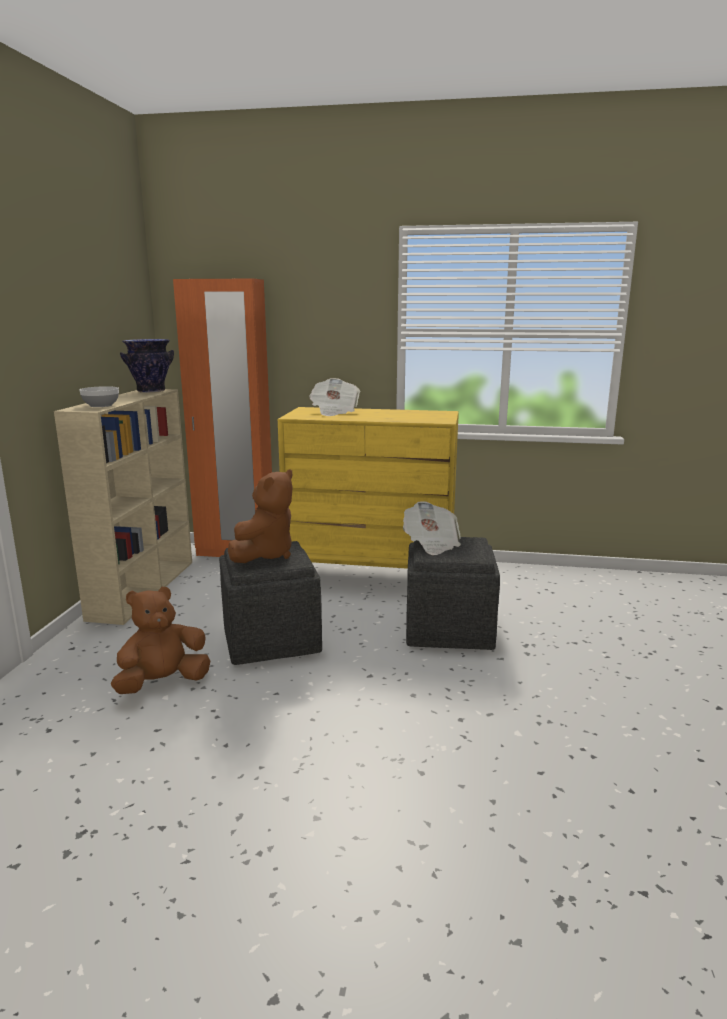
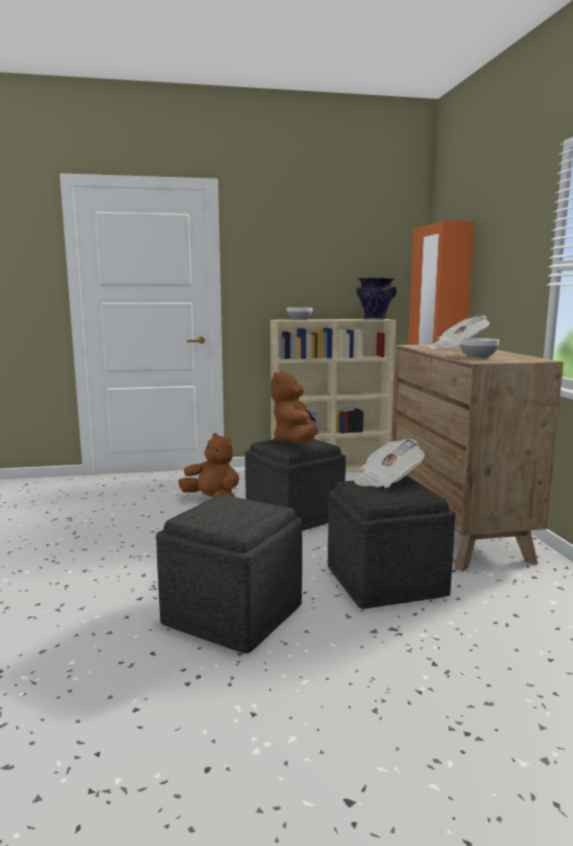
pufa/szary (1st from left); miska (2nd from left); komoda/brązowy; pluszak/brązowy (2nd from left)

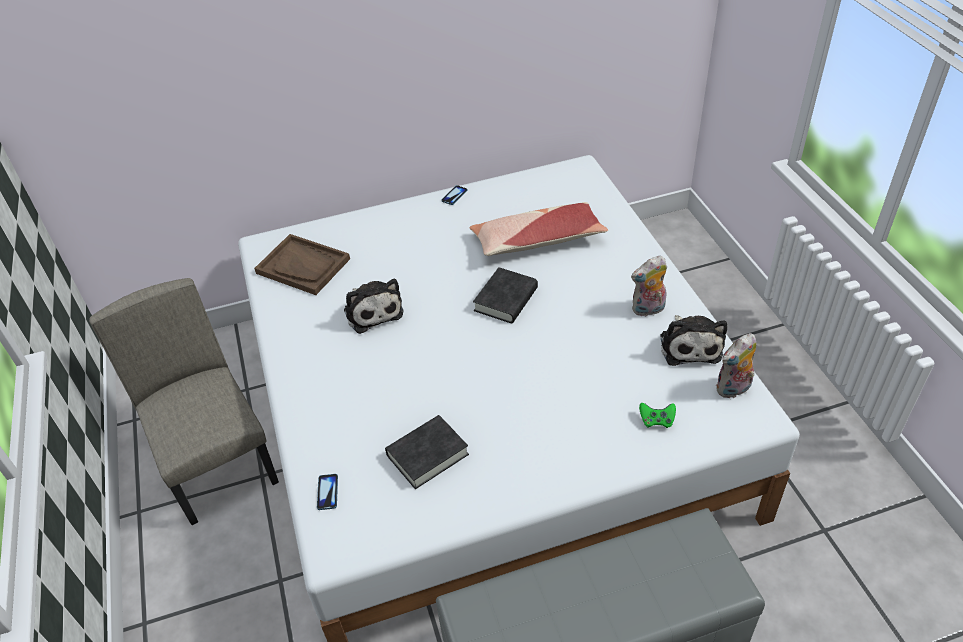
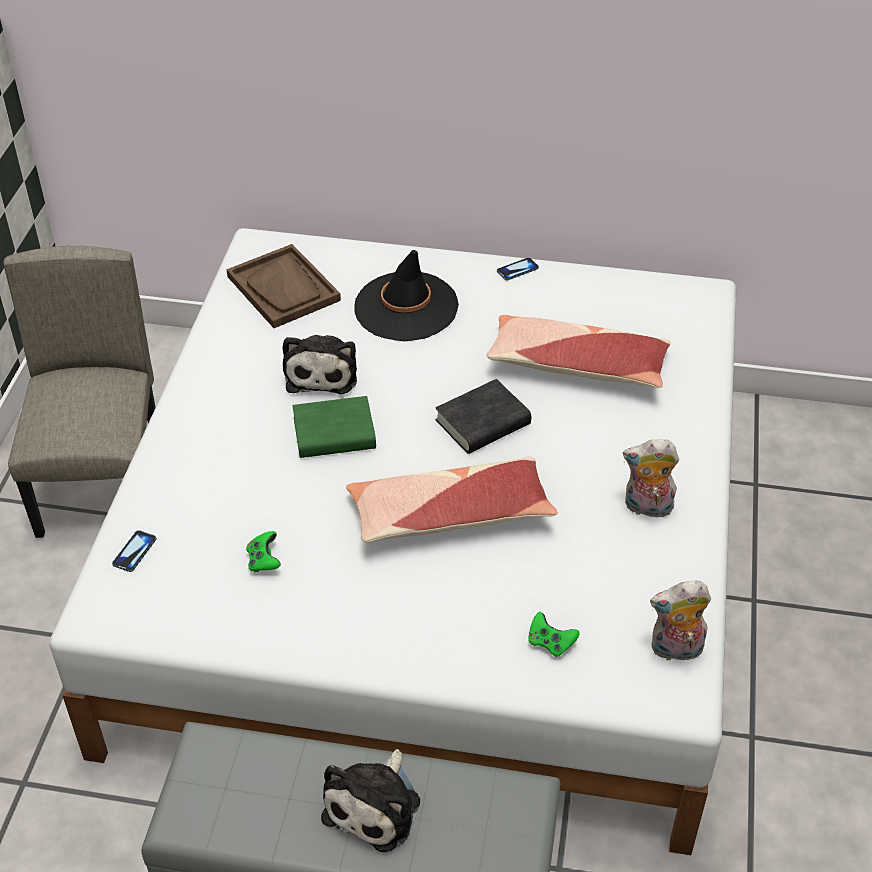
książka/zielony; poduszka (1st from left); kapelusz/czarny; pluszak (2nd from left); pad do gier/zielony (1st from left)

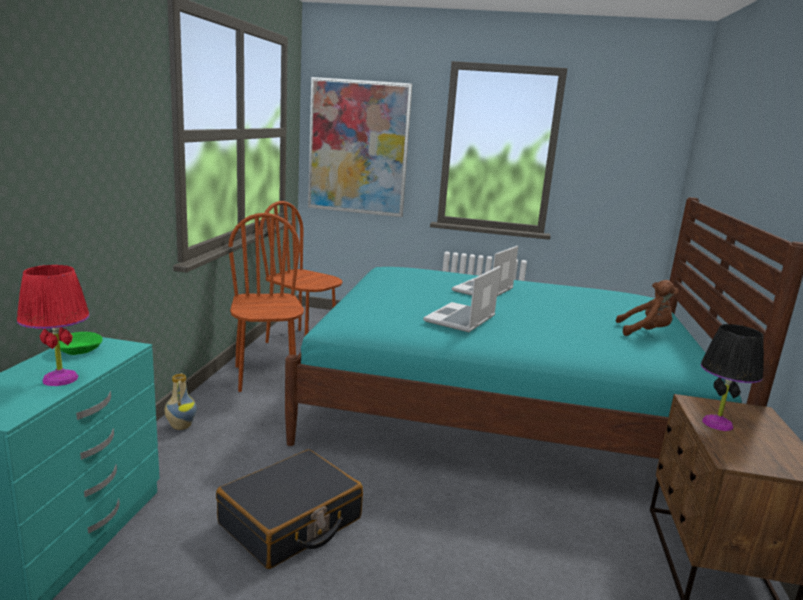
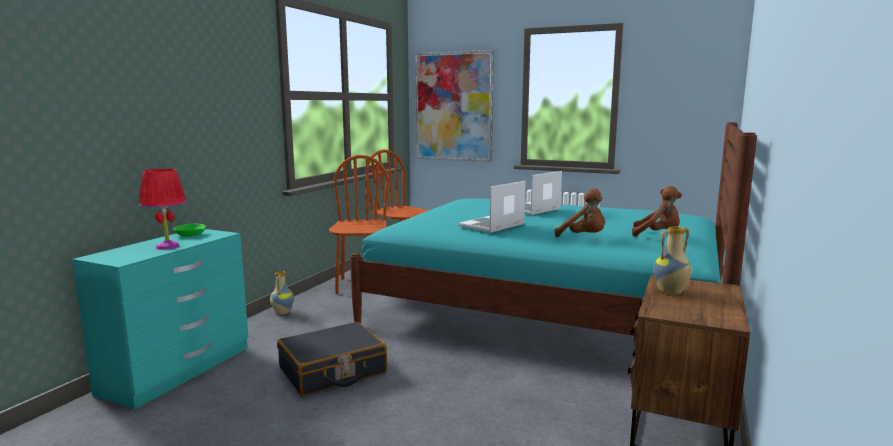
pluszak/brązowy (1st from left); wazon (2nd from left)

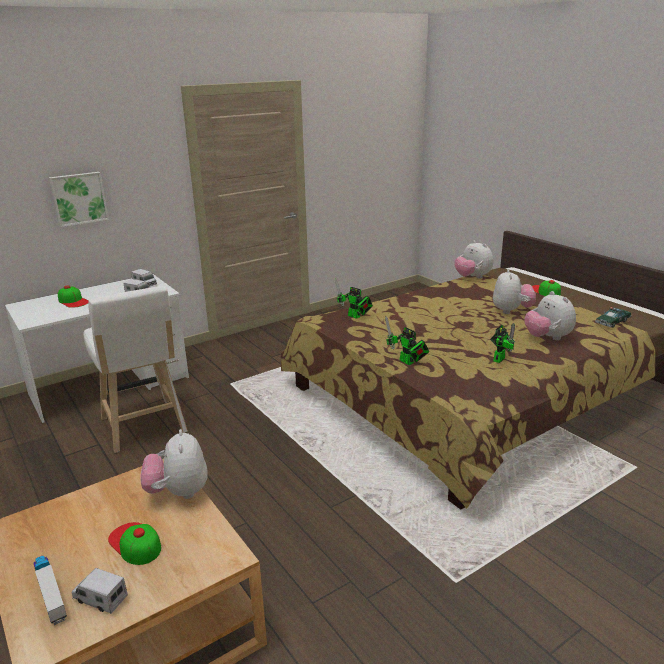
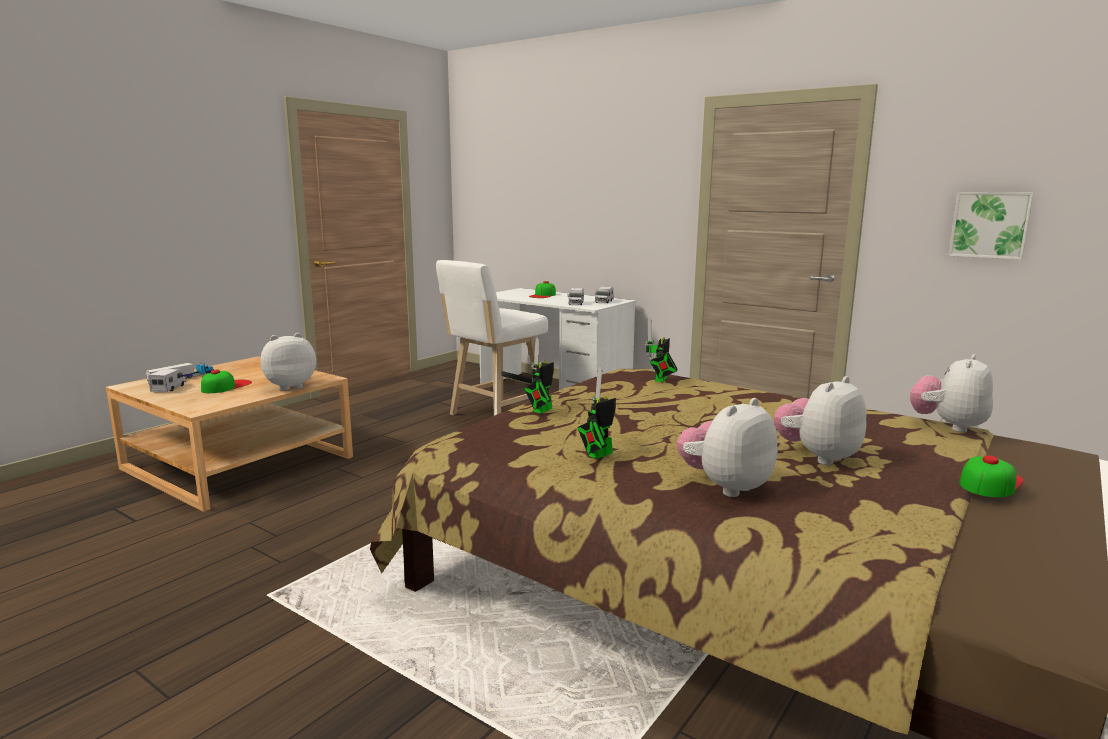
samochodzik; obraz; robot zabawkowy (2nd from left); pluszak (3rd from left)

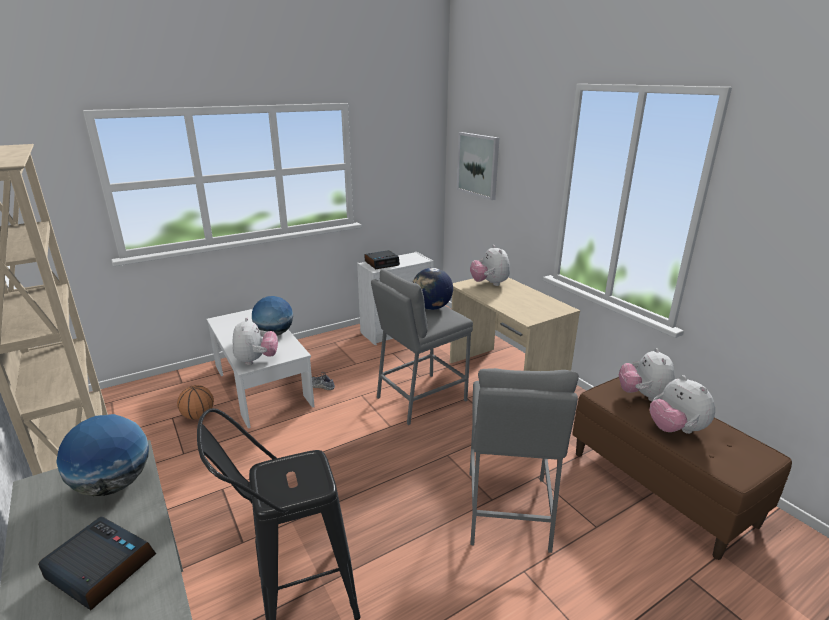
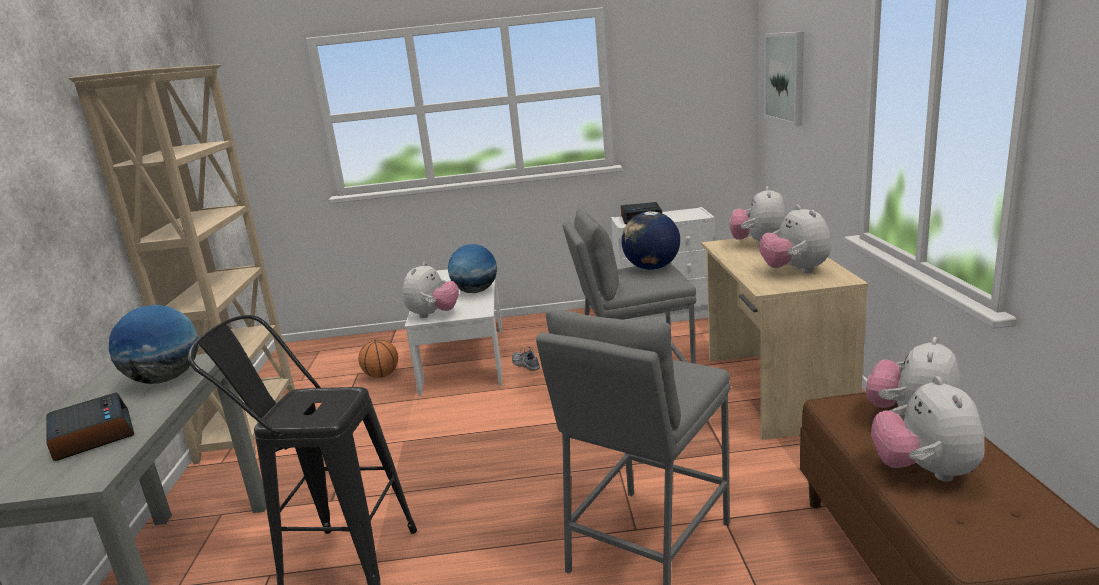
pluszak (3rd from left)

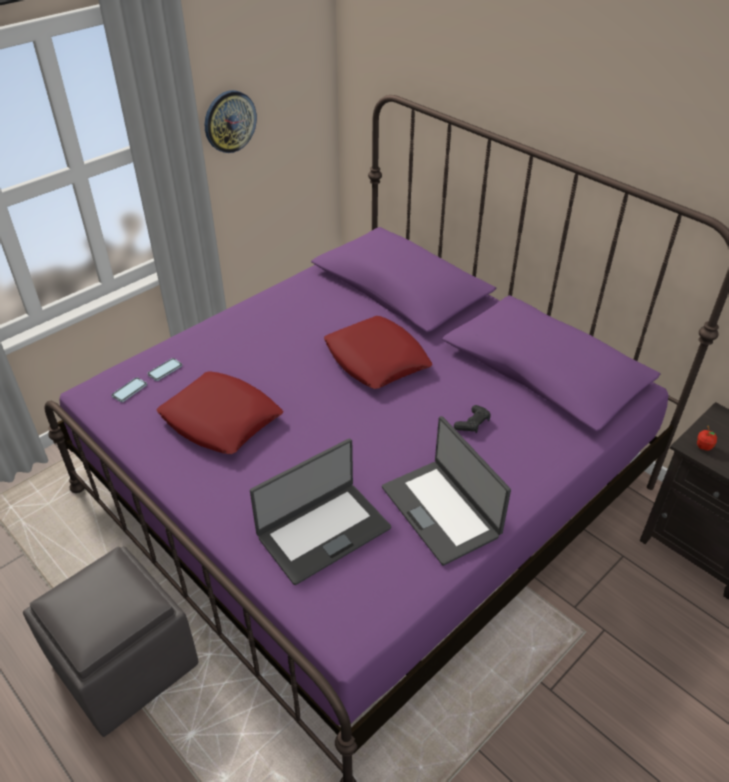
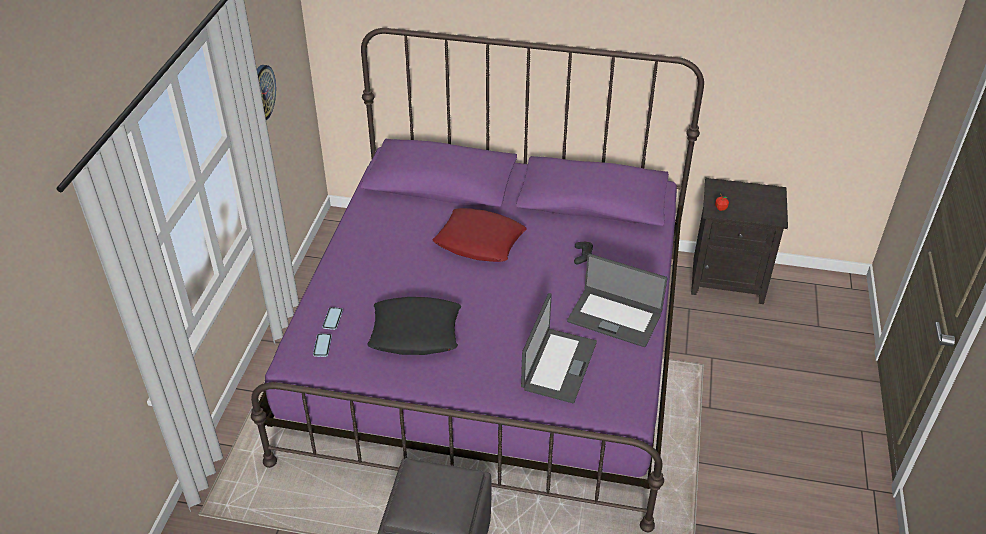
poduszka/czarny

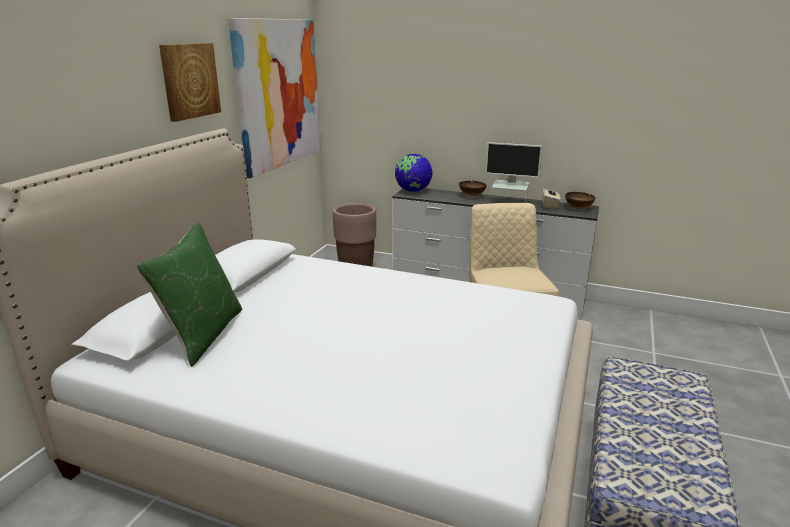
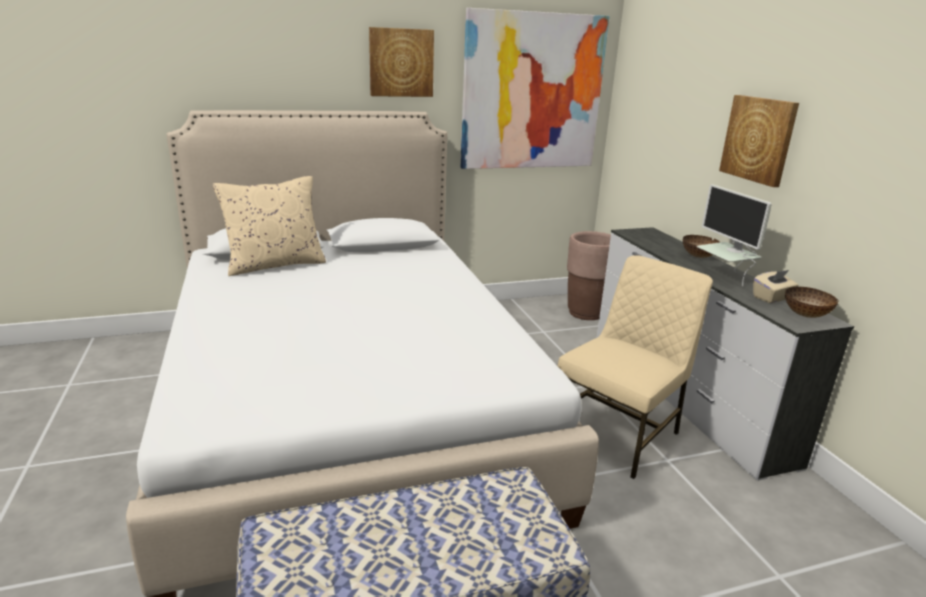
globus; obraz (3rd from left); poduszka/beżowy

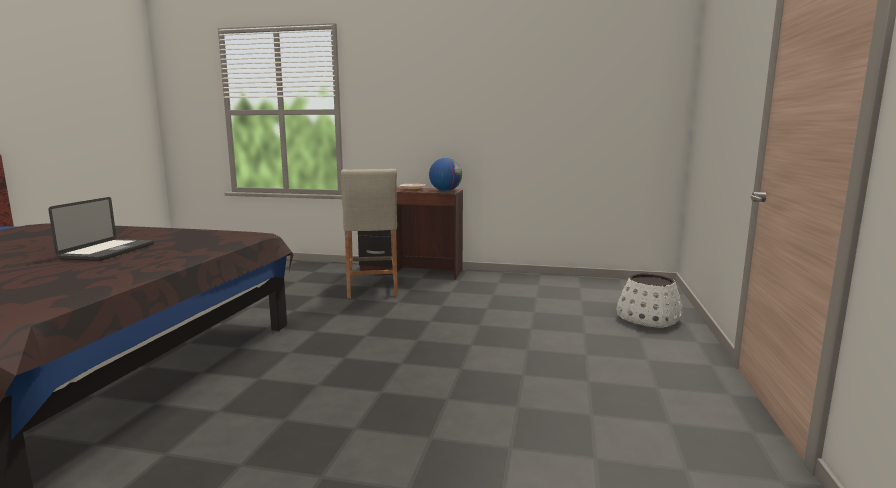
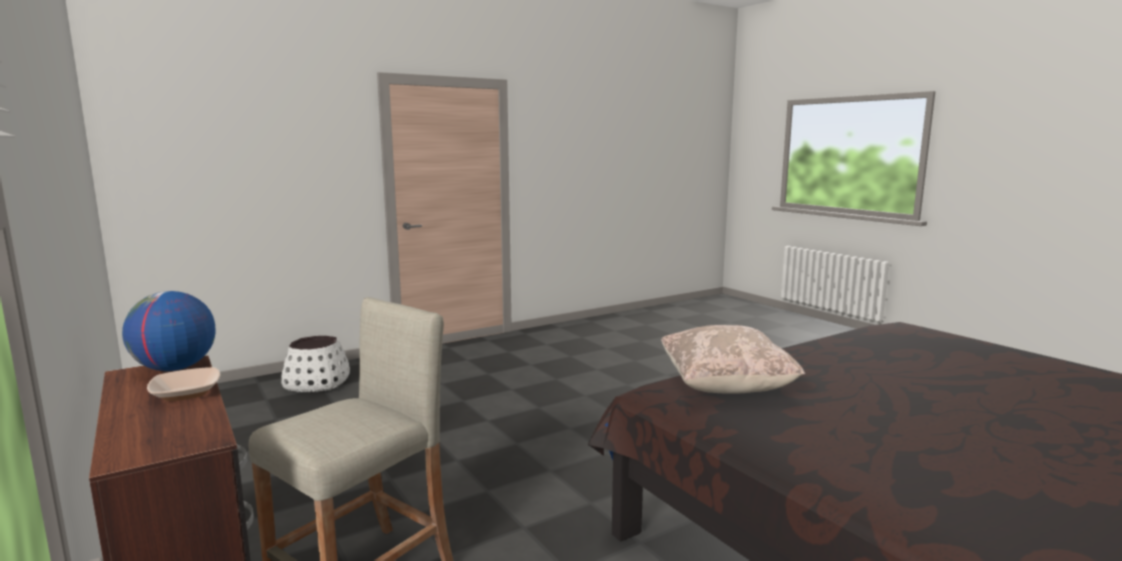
laptop; poduszka/beżowy

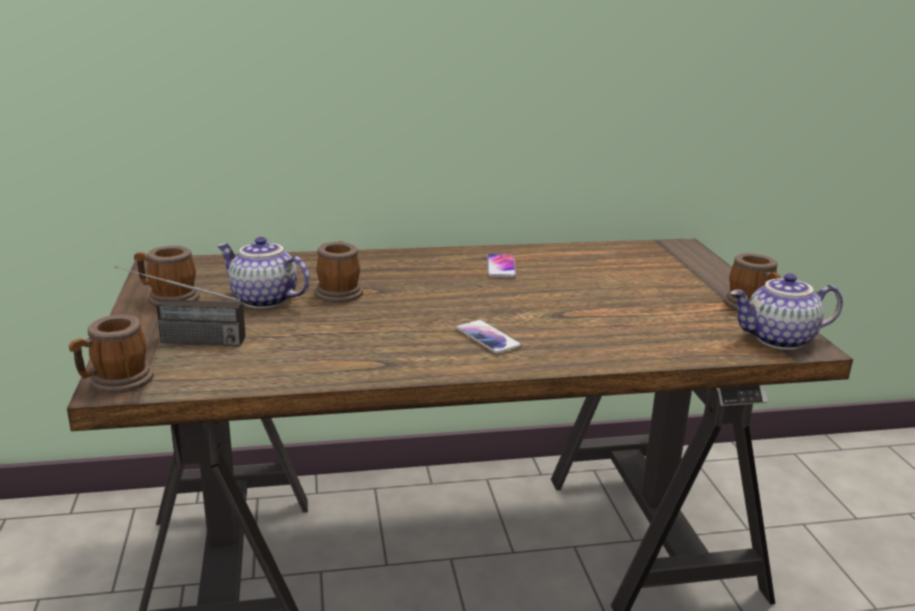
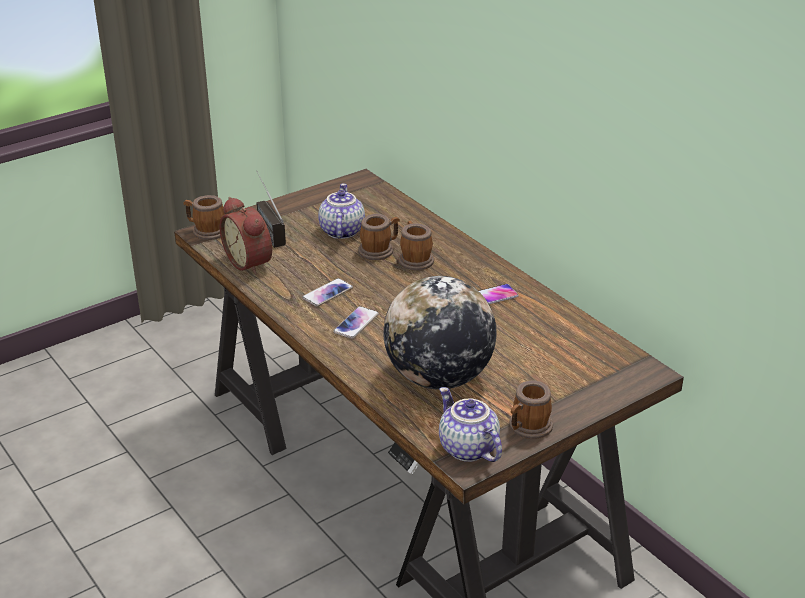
budzik; telefon (1st from left); globus; kubek (3rd from left)

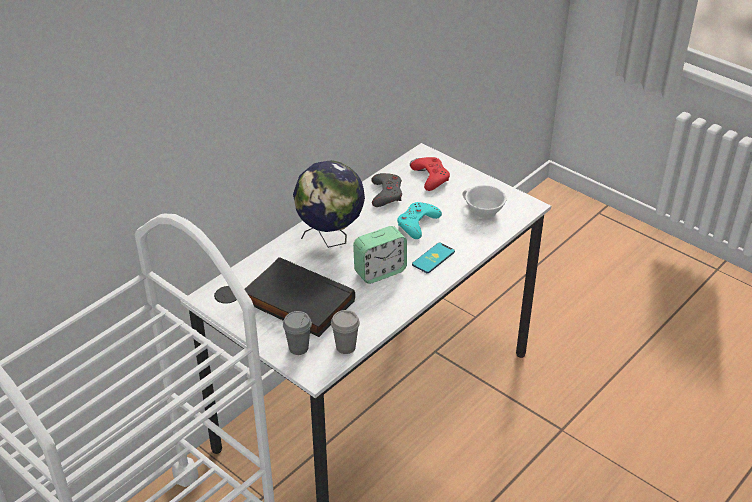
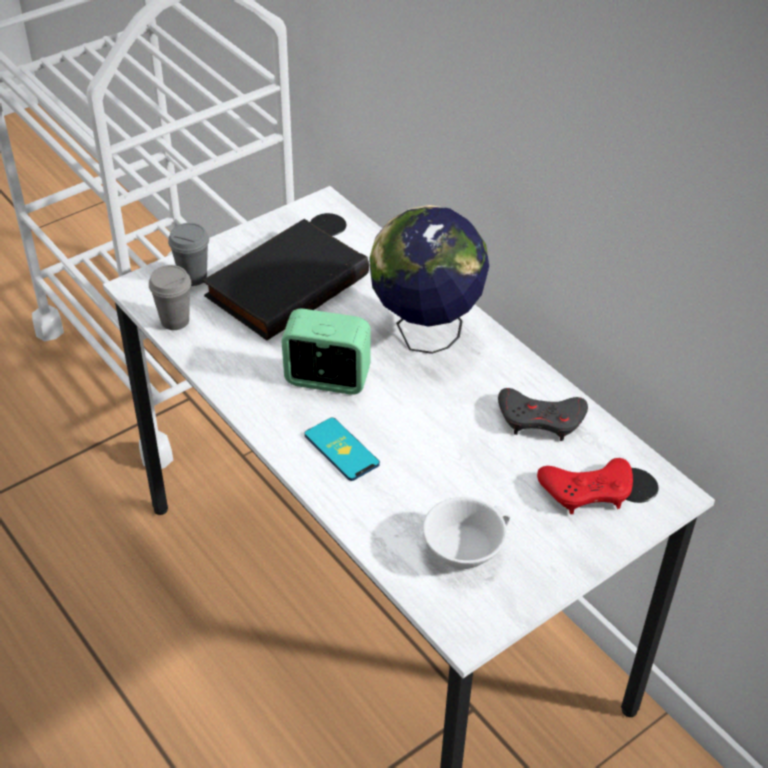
pad do gier/turkusowy; budzik

